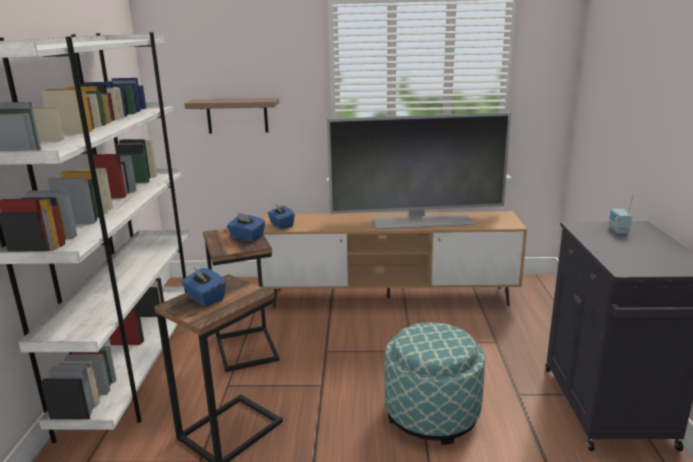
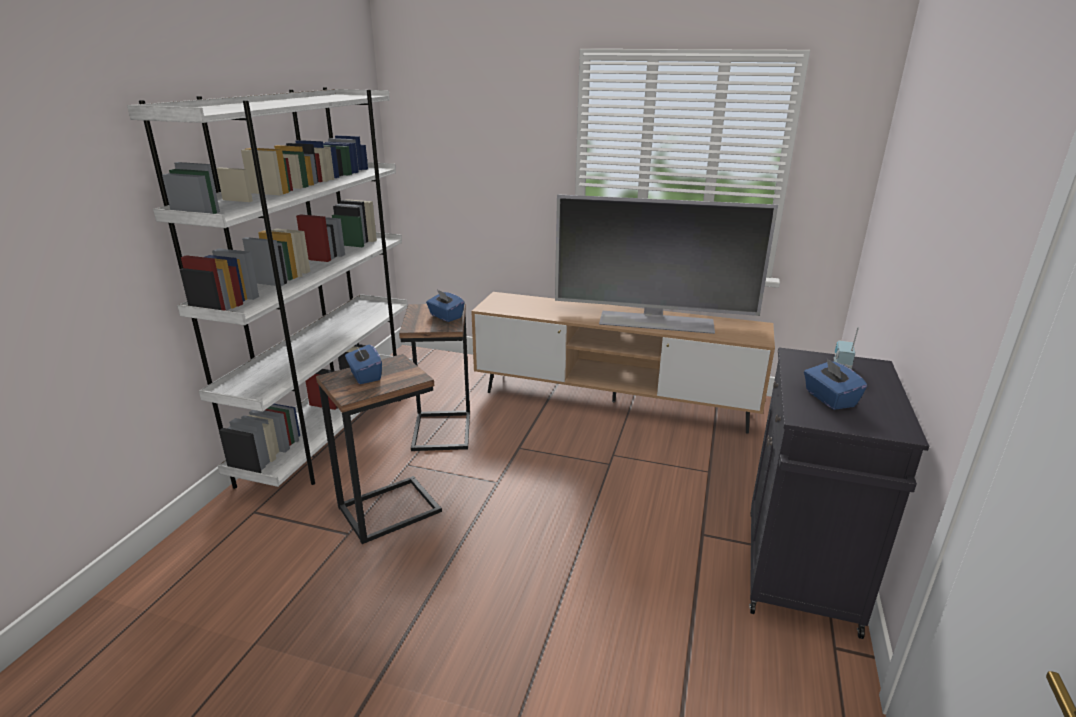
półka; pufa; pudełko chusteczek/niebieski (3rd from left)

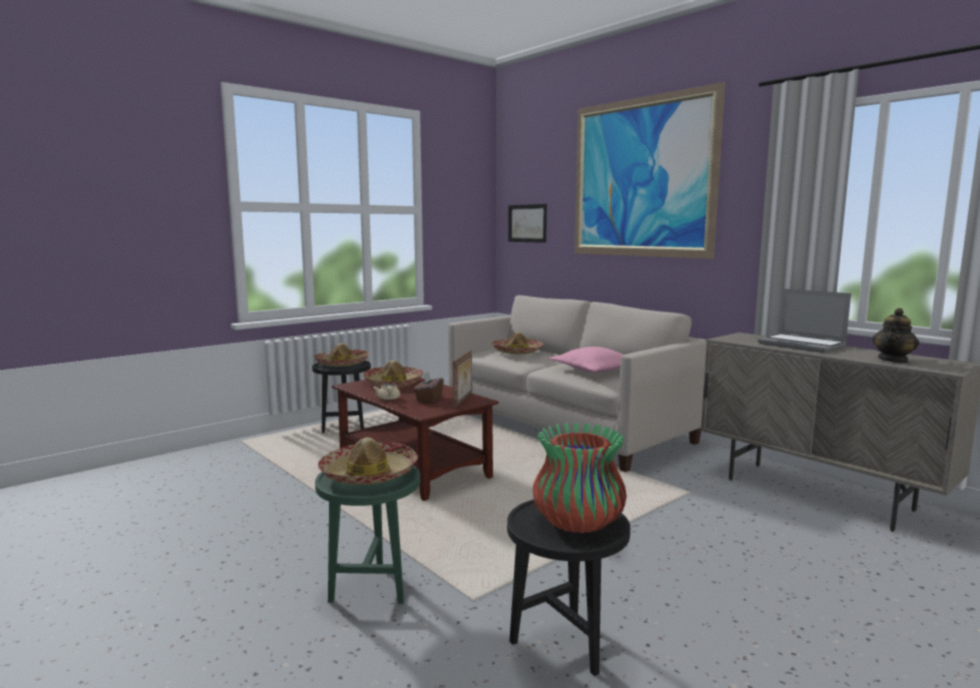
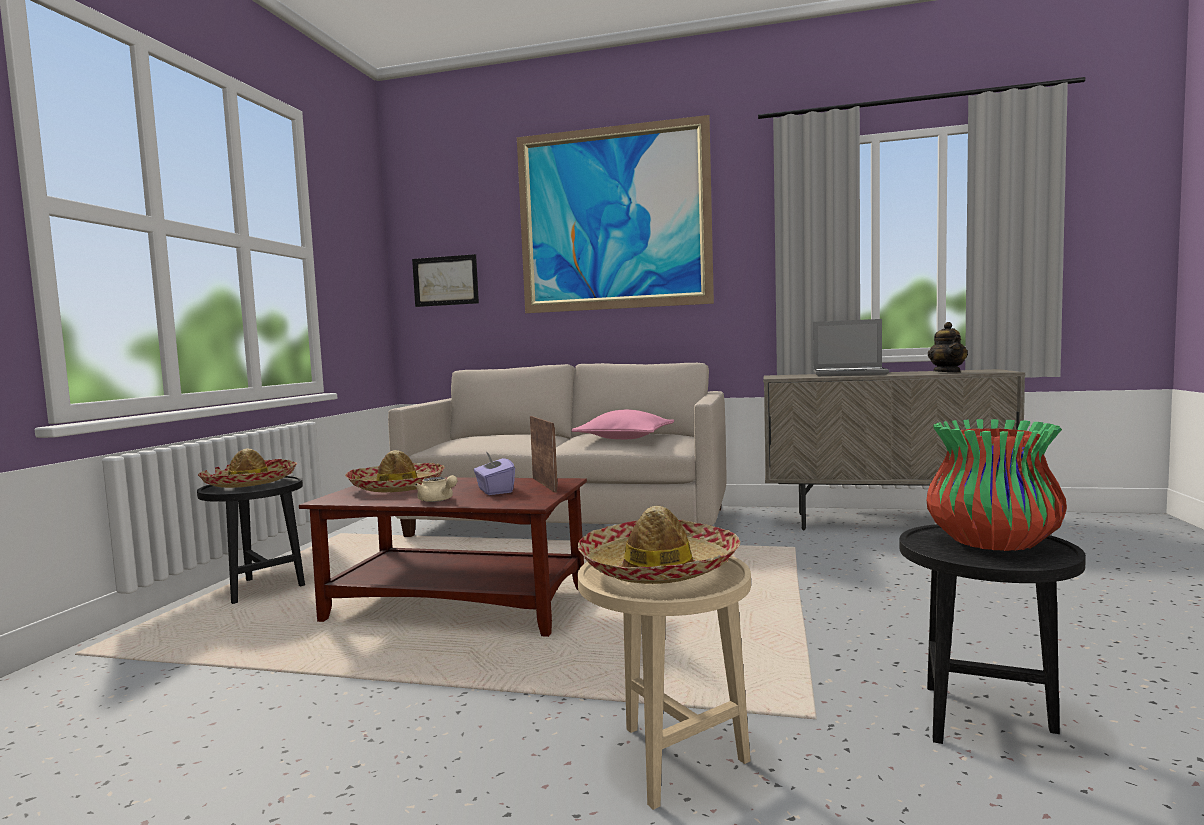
kapelusz (4th from left in the first image); stolik/beżowy; pudełko chusteczek/fioletowy

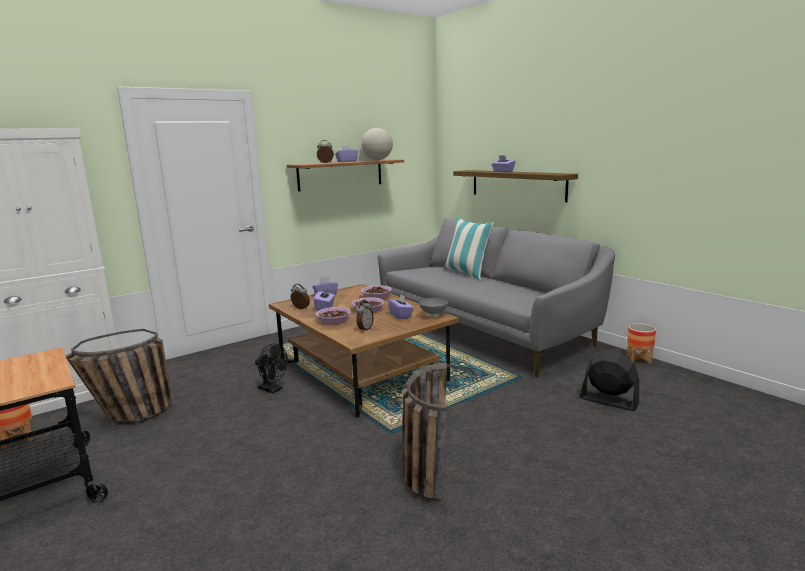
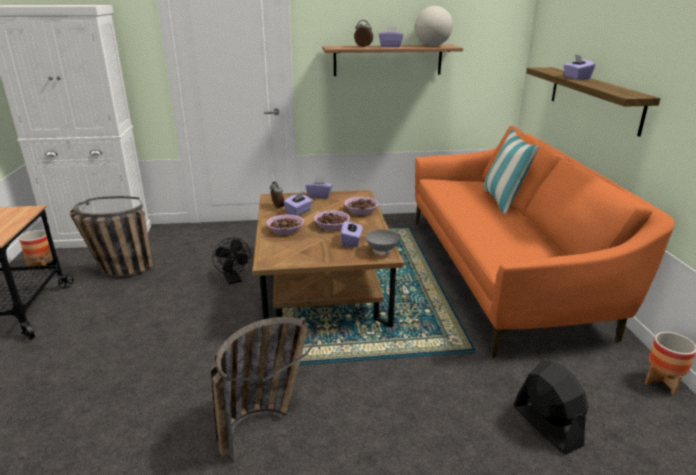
budzik (3rd from left in the first image); kanapa/pomarańczowy

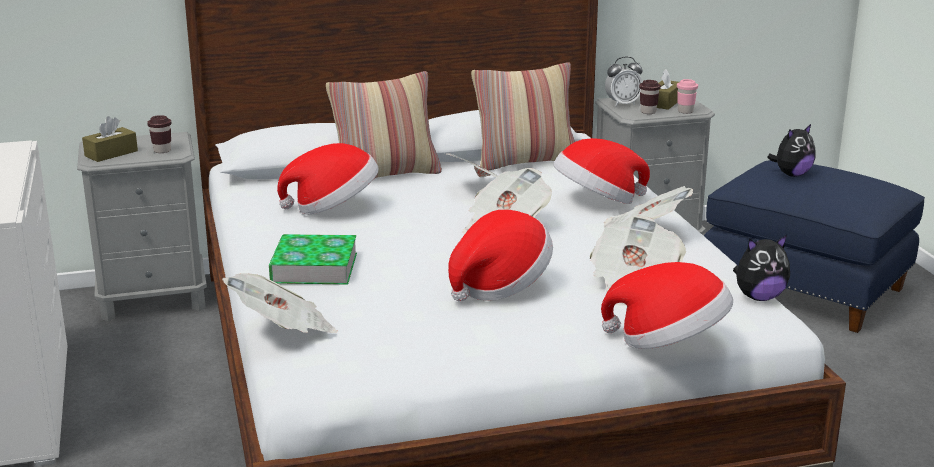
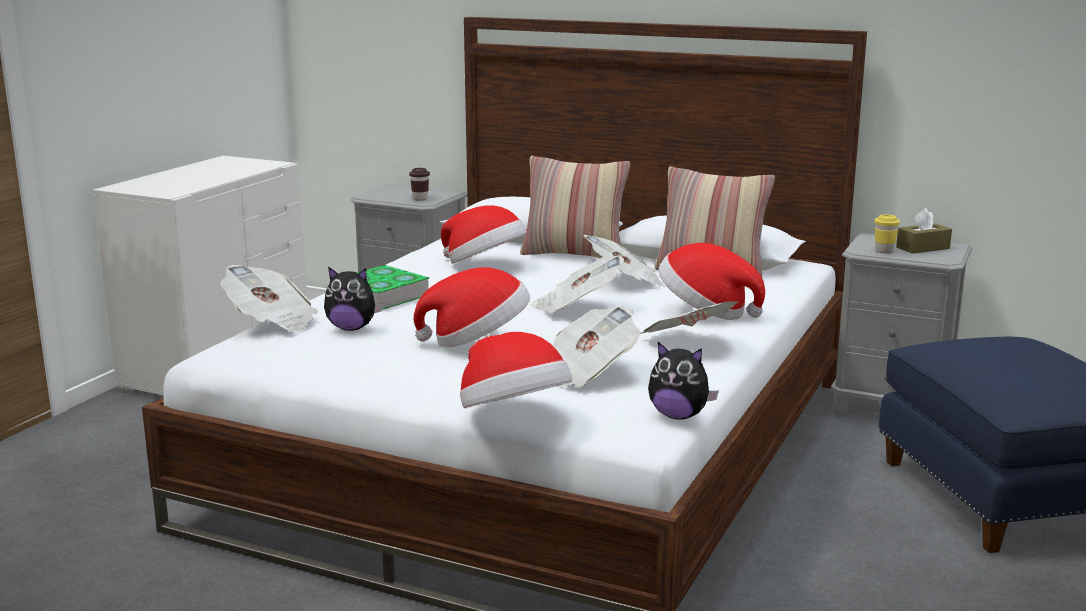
pudełko chusteczek/brązowy (1st from left in the first image); budzik; filiżanka/różowy; pluszak (1st from left); filiżanka/żółty

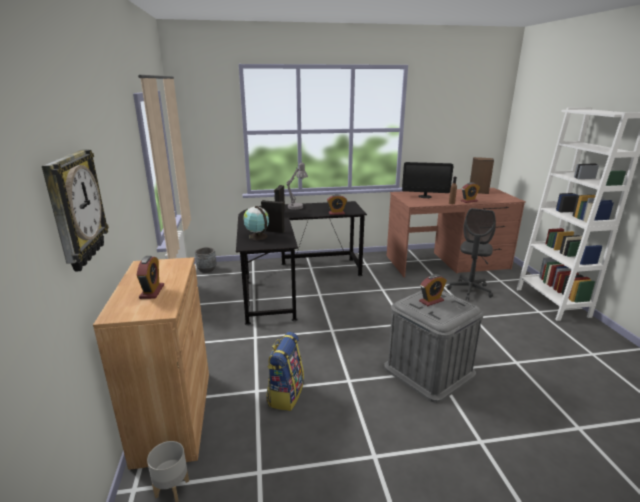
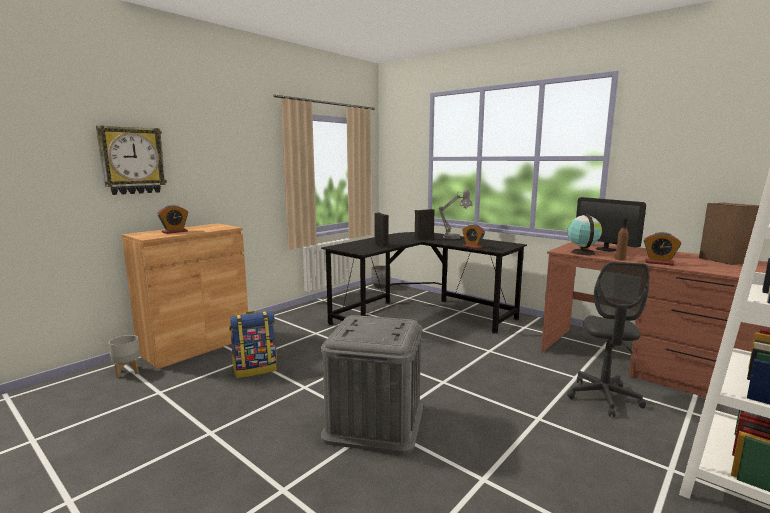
budzik (3rd from left in the first image); globus; krzesło biurowe/szary

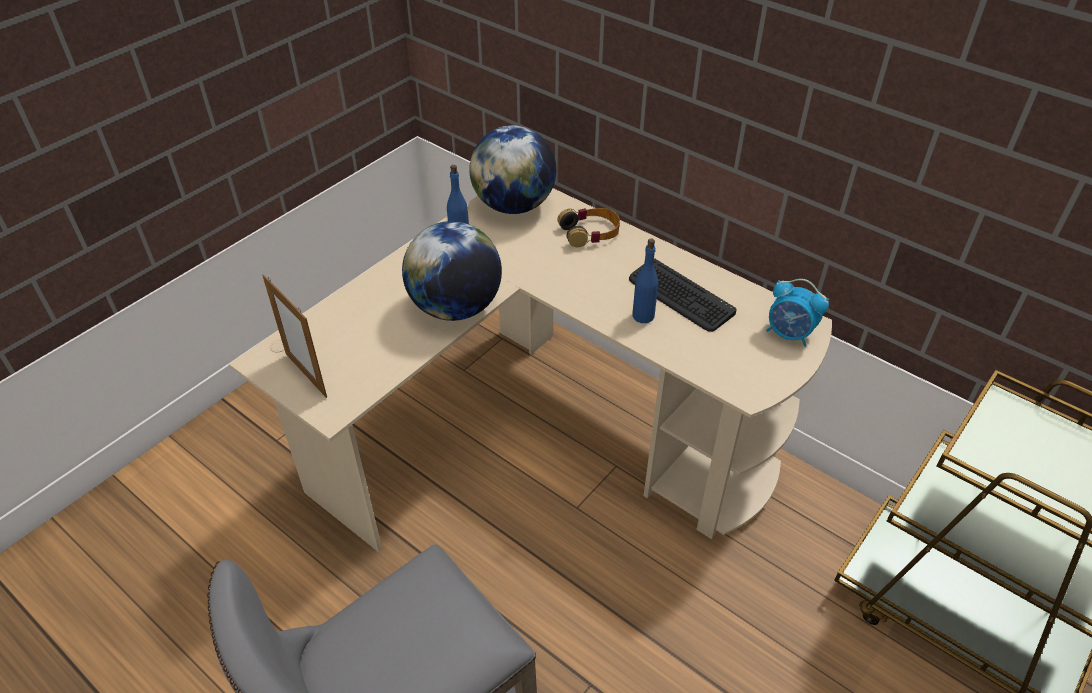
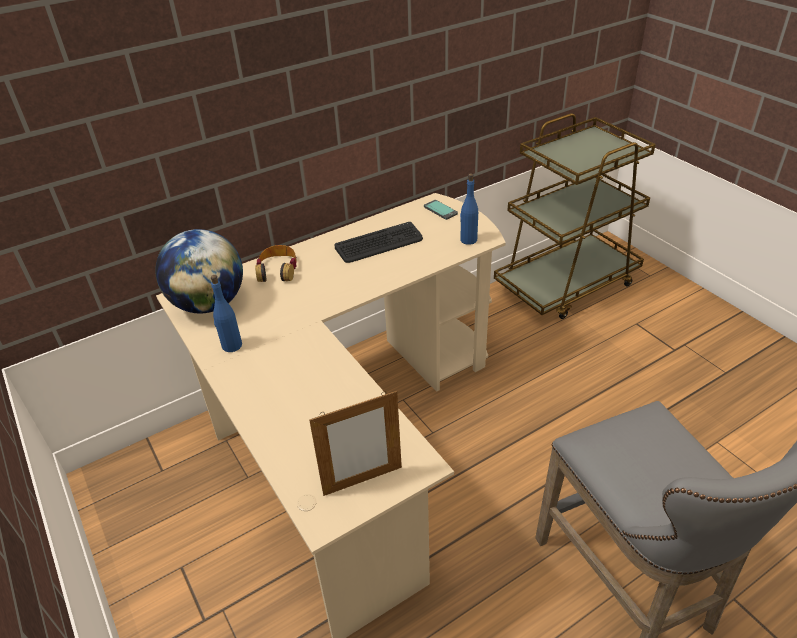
globus (1st from left in the first image); butelka/niebieski (2nd from left); telefon

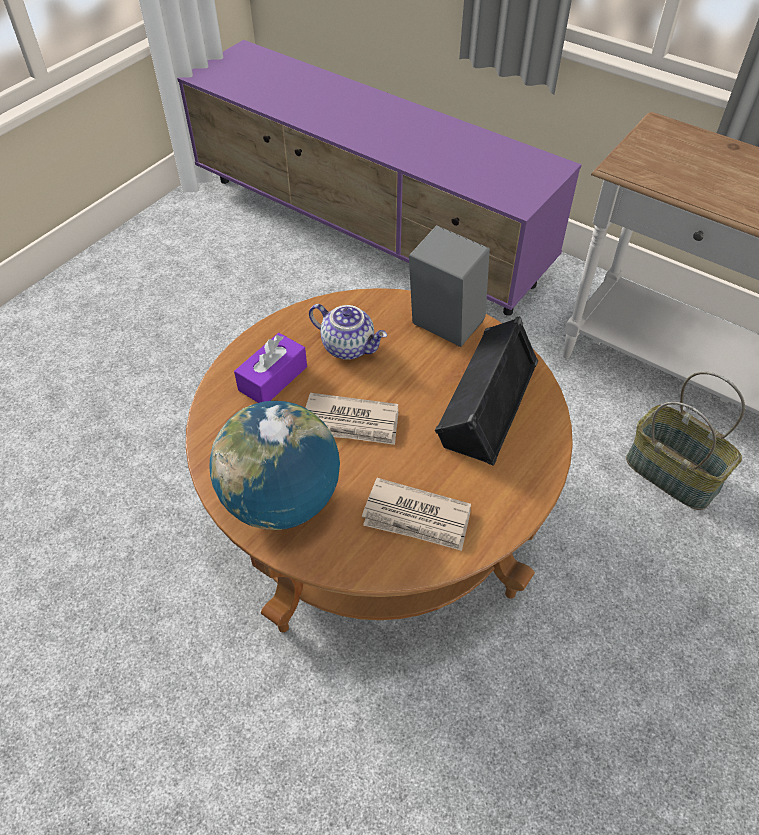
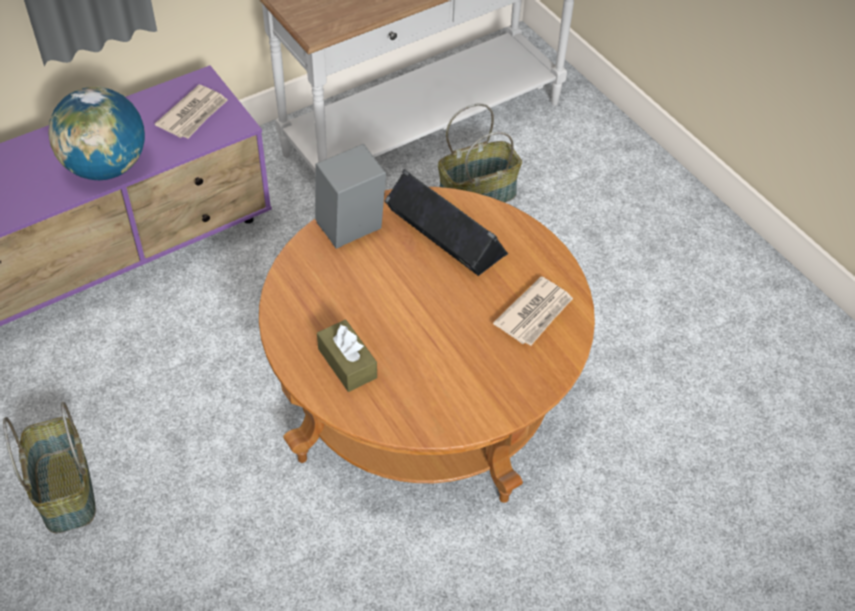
imbryk; koszyk (1st from left); globus; gazeta (1st from left); pudełko chusteczek/brązowy

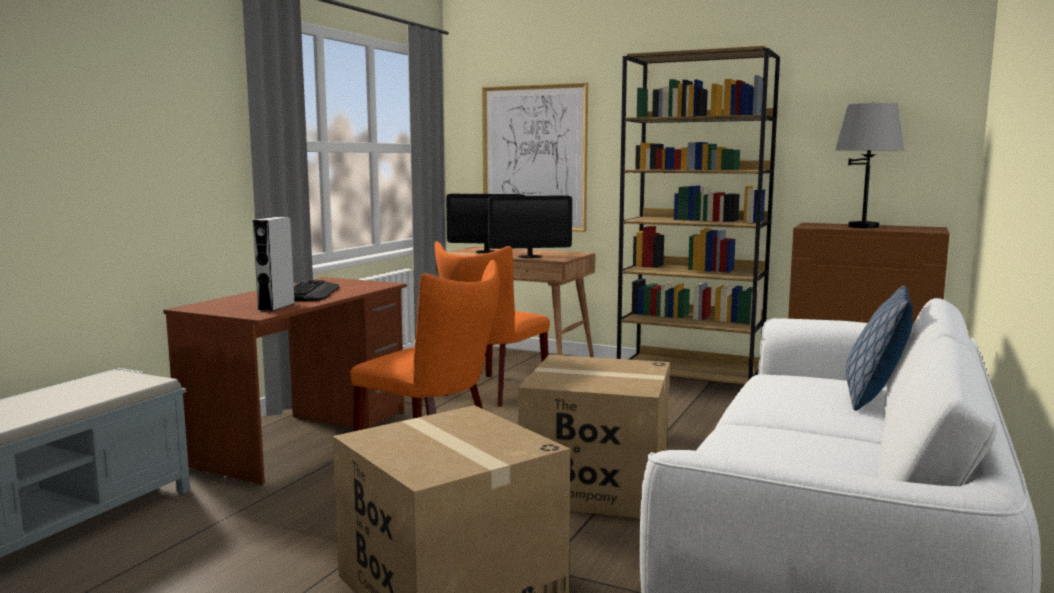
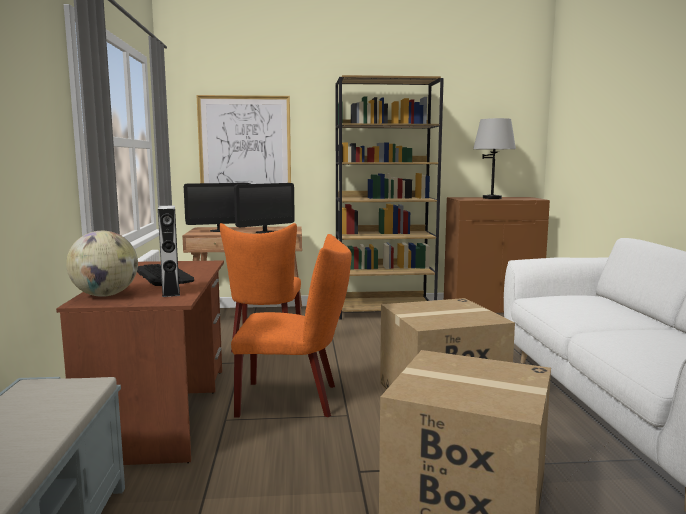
poduszka; globus

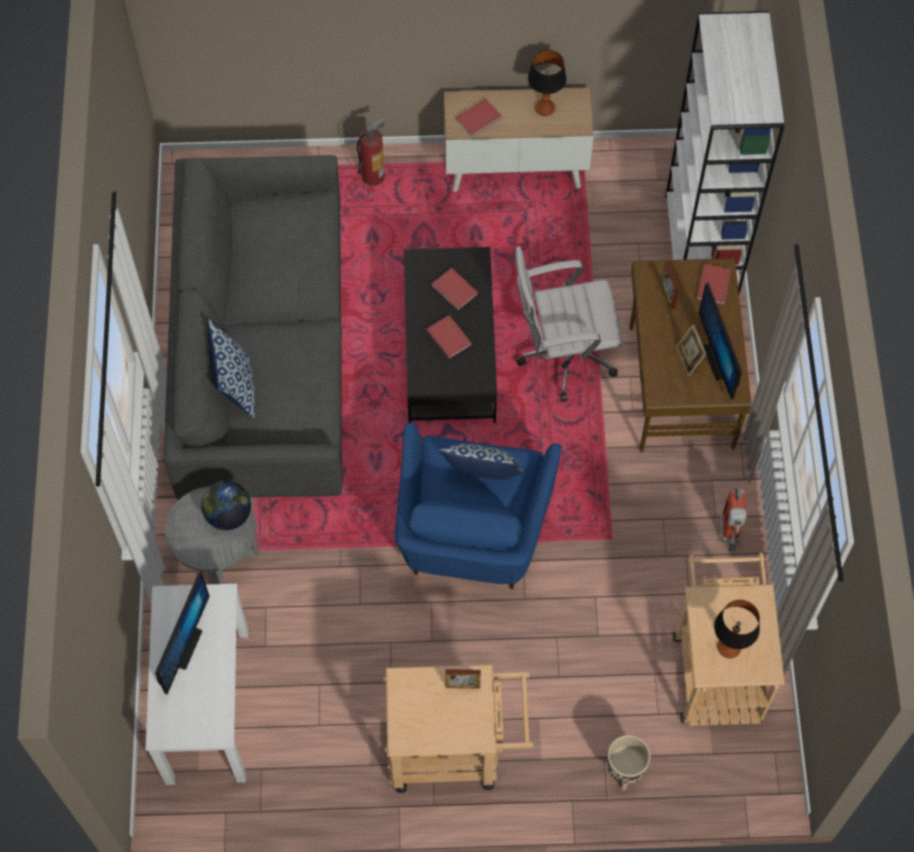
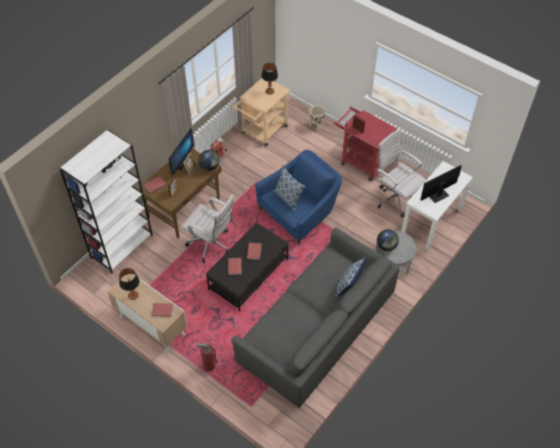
globus (1st from left); krzesło biurowe/biały (2nd from left); wózek/czerwony

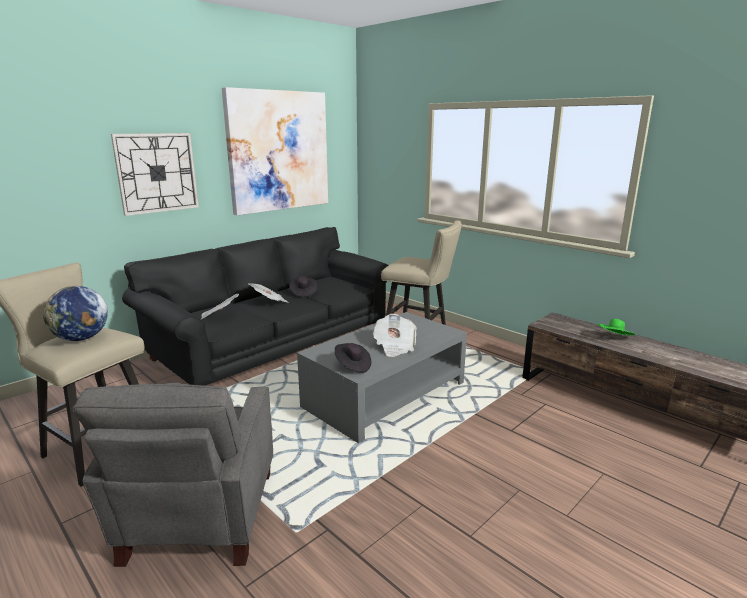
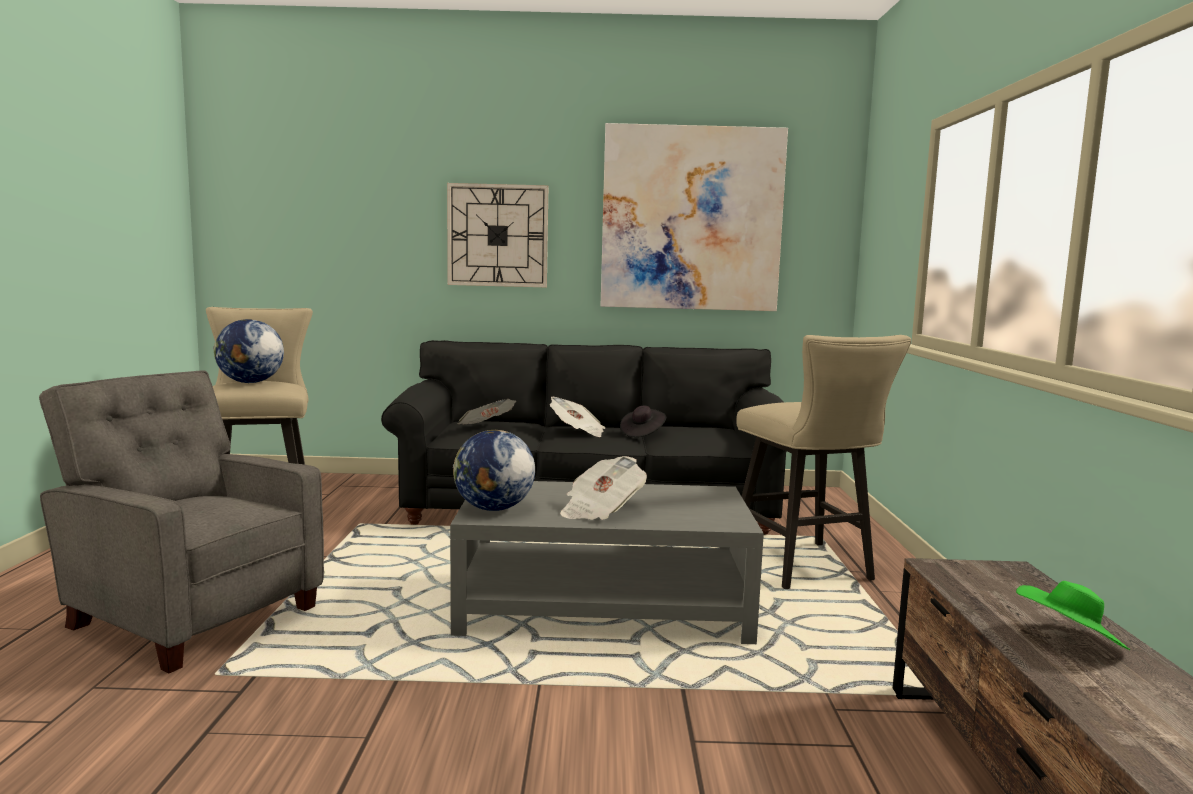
globus (2nd from left); fotel/szary

